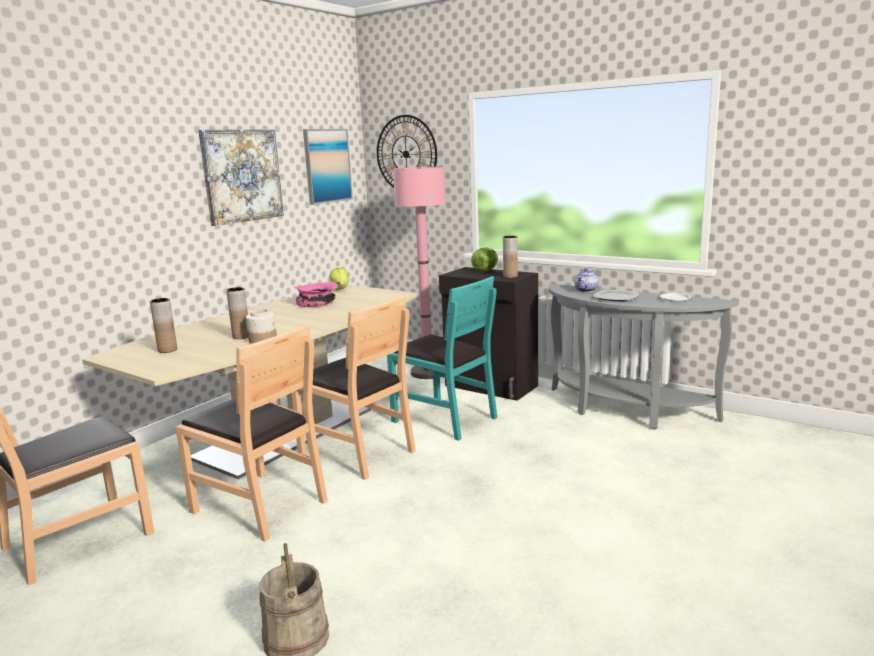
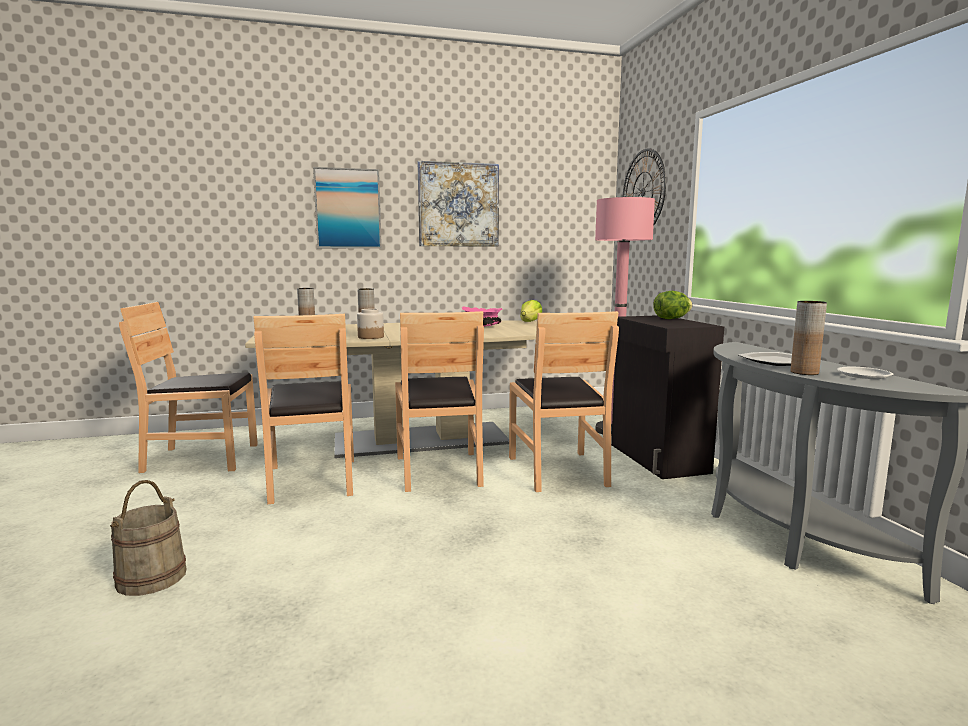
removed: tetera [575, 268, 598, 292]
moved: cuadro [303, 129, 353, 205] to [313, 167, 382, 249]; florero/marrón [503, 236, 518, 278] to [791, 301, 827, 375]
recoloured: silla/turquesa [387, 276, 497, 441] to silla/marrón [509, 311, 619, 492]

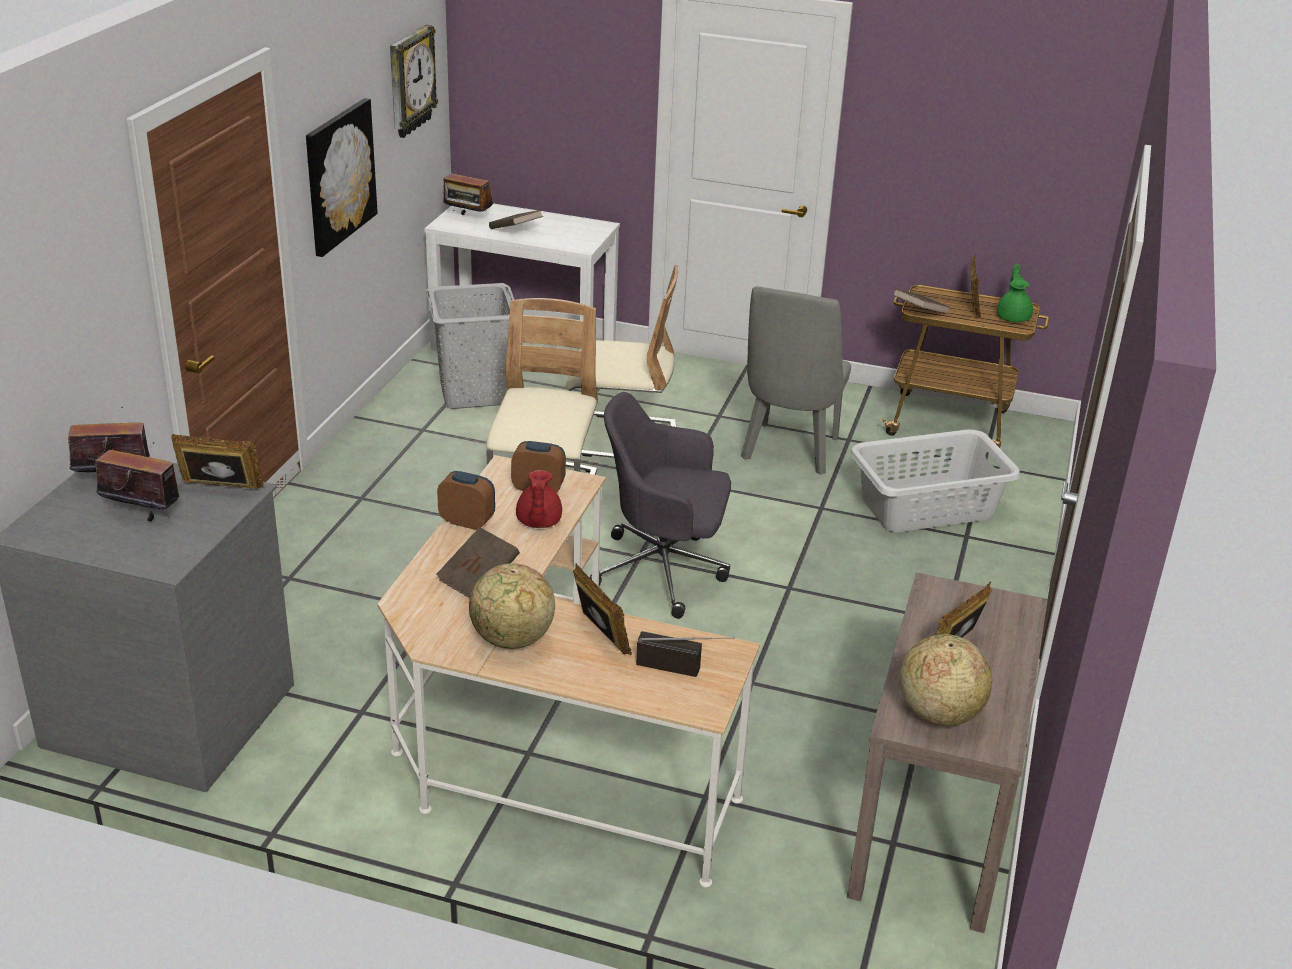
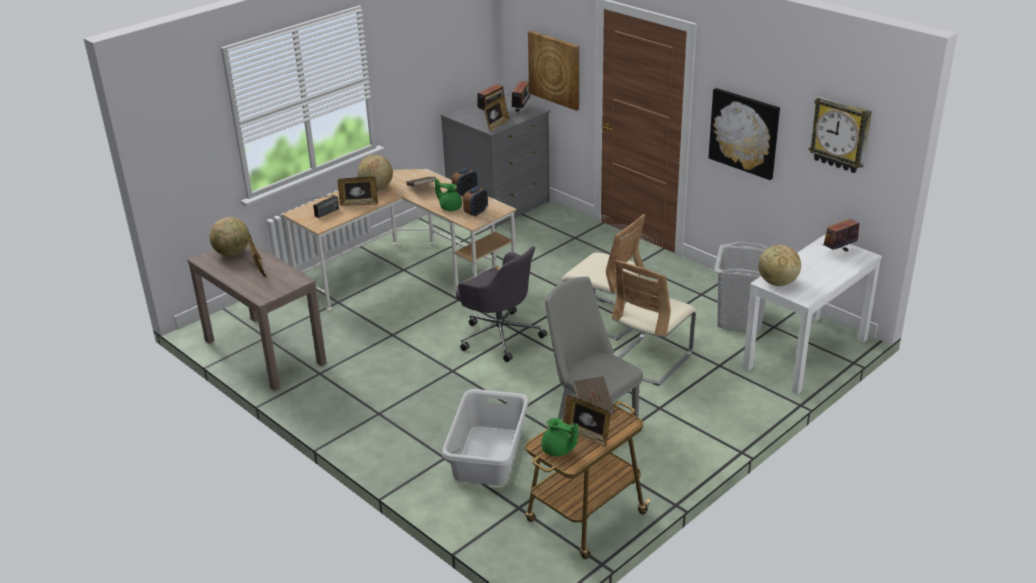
removed: libro/marrón [489, 210, 543, 229]
added: cuadro [528, 31, 579, 111]; globo terráqueo [758, 245, 801, 286]
recoloured: tetera/rojo [516, 470, 562, 528] to tetera/verde [435, 178, 462, 211]
turned: silla de oficina/gris [590, 392, 731, 619] = [456, 246, 547, 362] 90 degrees clockwise

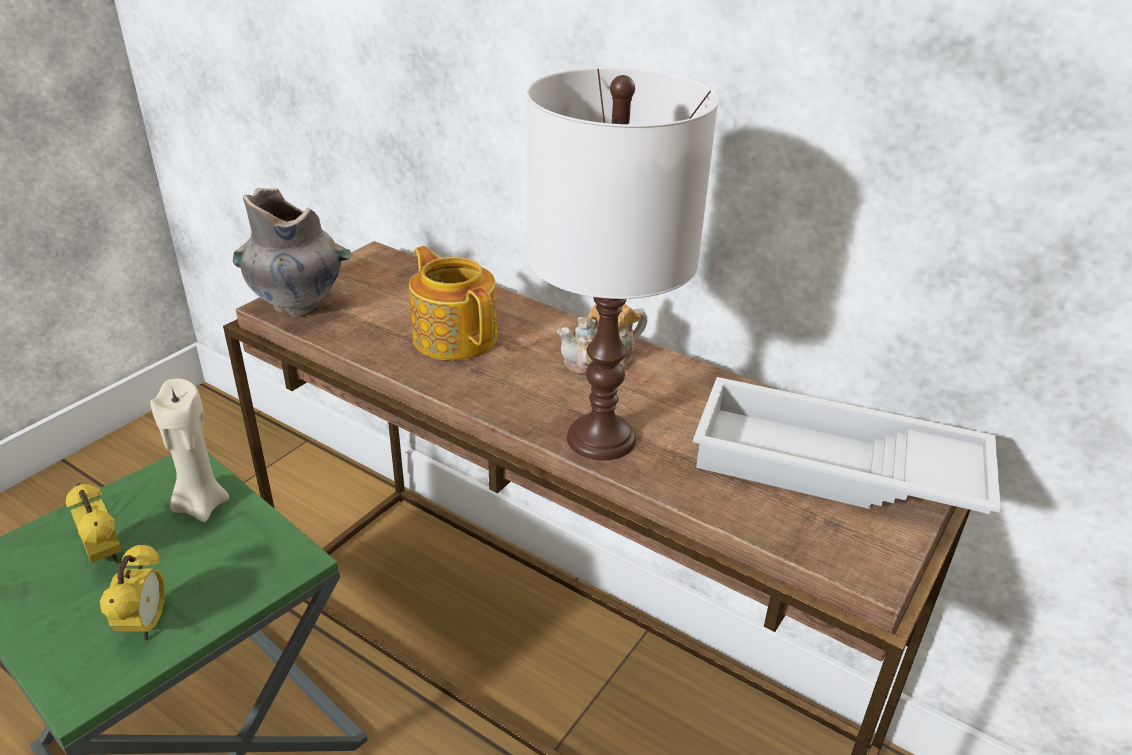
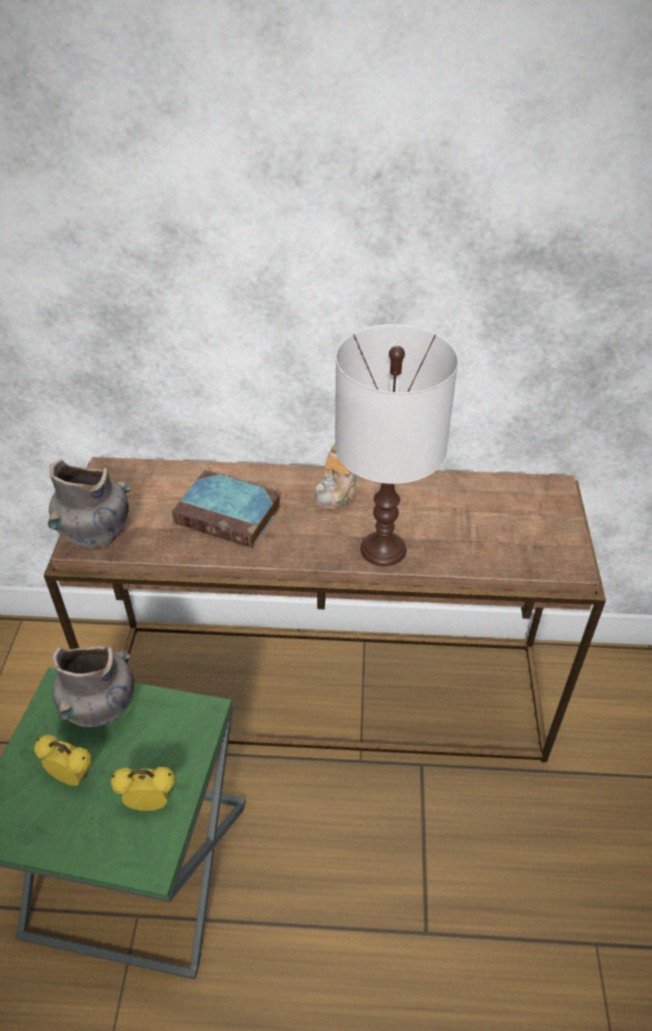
removed: bandeja/blanco [693, 377, 1001, 514]
replaced: tetera [409, 246, 497, 361] to libro [172, 470, 281, 548]; vela/beis [150, 378, 229, 522] to florero/gris [52, 646, 134, 727]
turned: despertador [100, 543, 165, 640] = [111, 767, 175, 811] 60 degrees counterclockwise

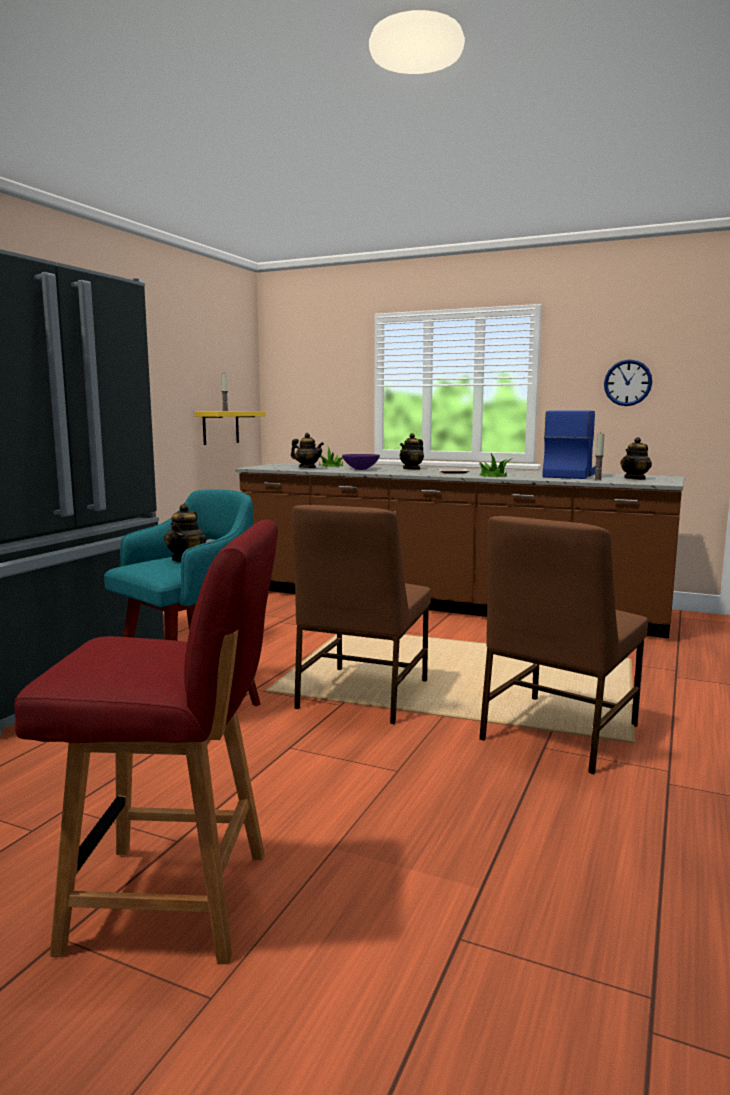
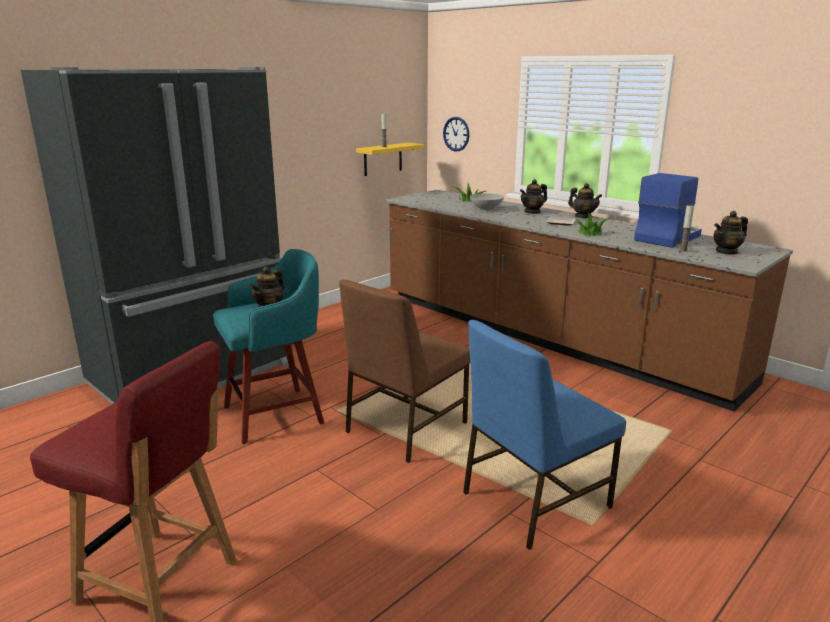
moved: reloj de pared [604, 359, 652, 406] to [443, 117, 469, 152]; tetera [291, 433, 324, 468] to [568, 183, 602, 218]
recoloured: cuenco/morado [342, 454, 380, 470] to cuenco/gris [470, 193, 504, 210]; silla/marrón [479, 516, 648, 774] to silla/azul [463, 320, 626, 550]

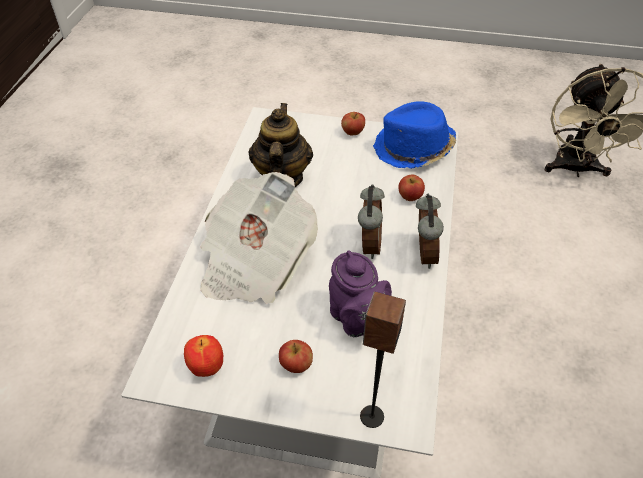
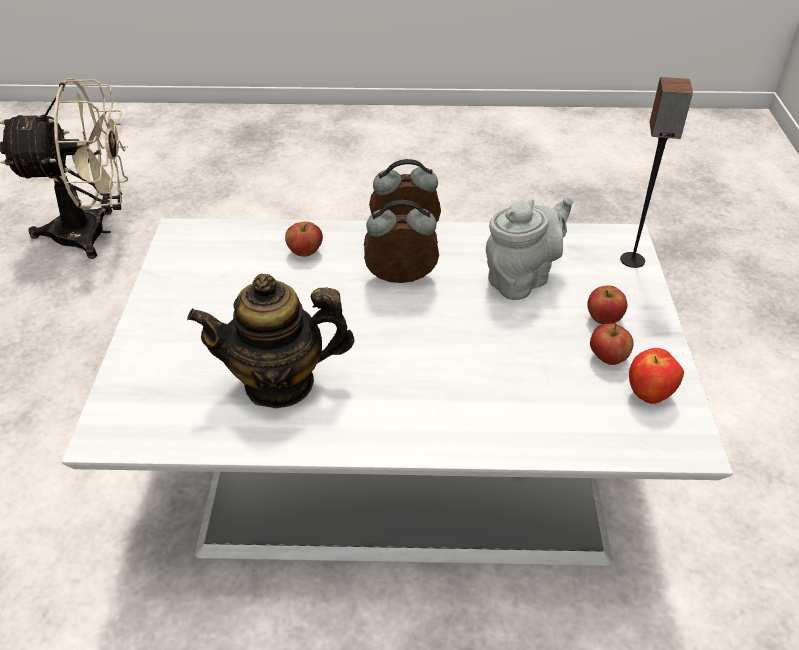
removed: sombrero/azul [373, 101, 456, 169]; periódico [200, 172, 318, 304]
moved: manzana [341, 112, 365, 135] to [590, 323, 634, 365]
recoloured: tetera/morado [329, 250, 392, 337] to tetera/gris [486, 196, 574, 300]

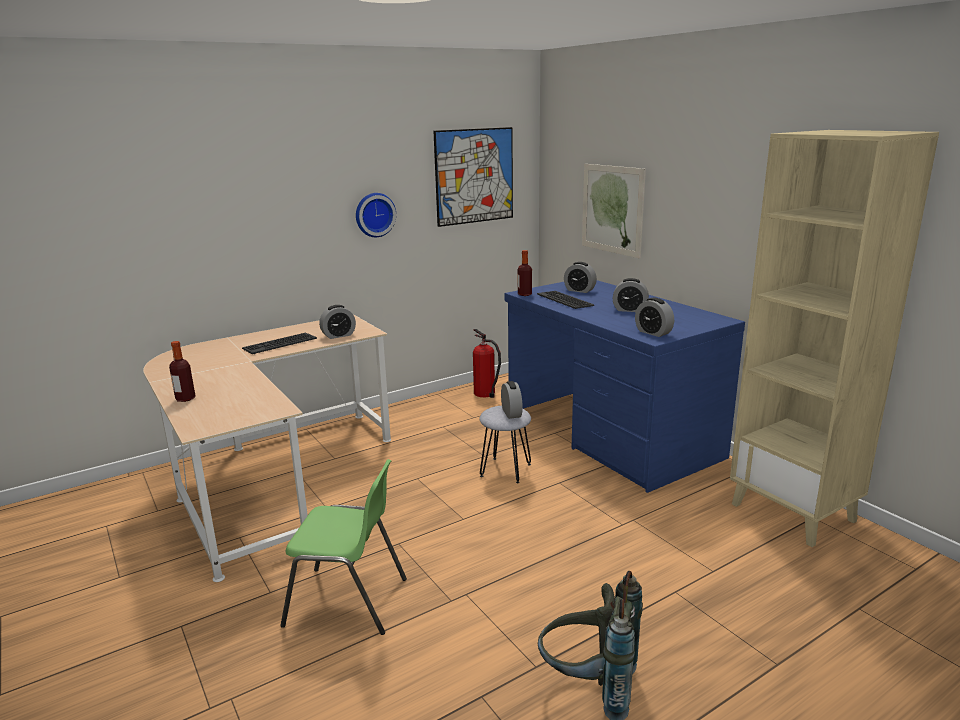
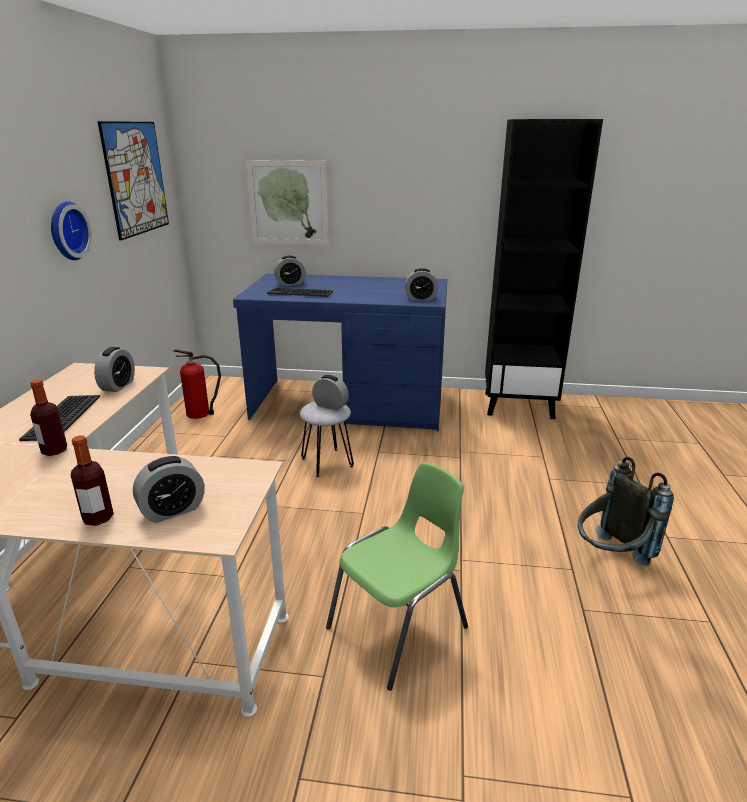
moved: botella [518, 250, 532, 296] to [30, 379, 67, 456]; despertador [613, 278, 649, 312] to [133, 456, 205, 523]
recoloured: estantería/beis [730, 130, 939, 547] to estantería/negro [485, 119, 603, 419]

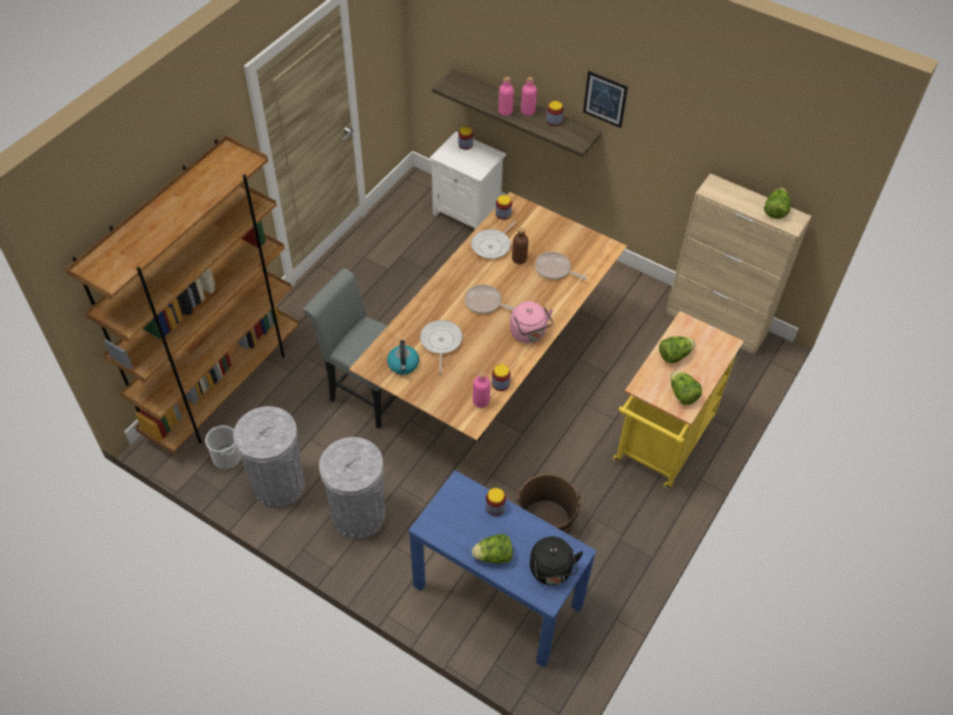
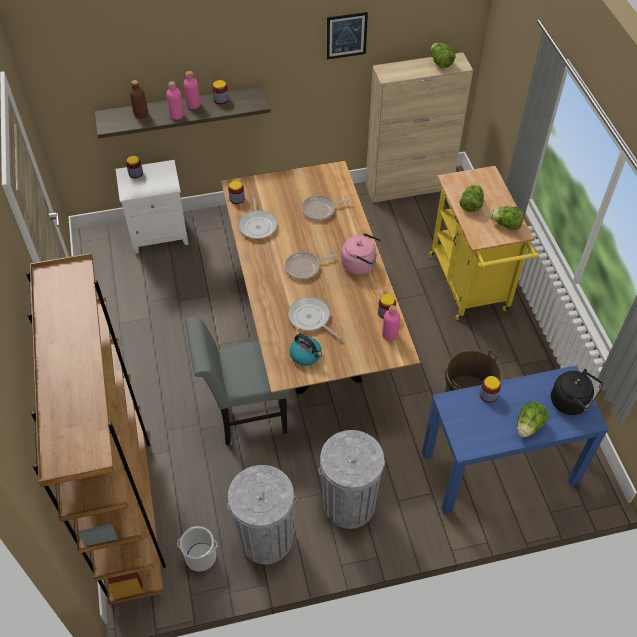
moved: cuadro [583, 71, 628, 128] to [327, 12, 368, 59]; botella/marrón [512, 228, 529, 264] to [130, 80, 148, 119]

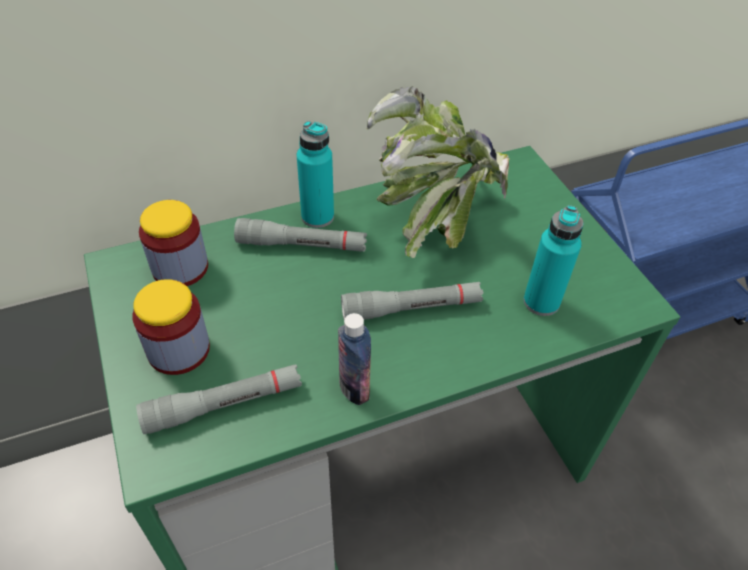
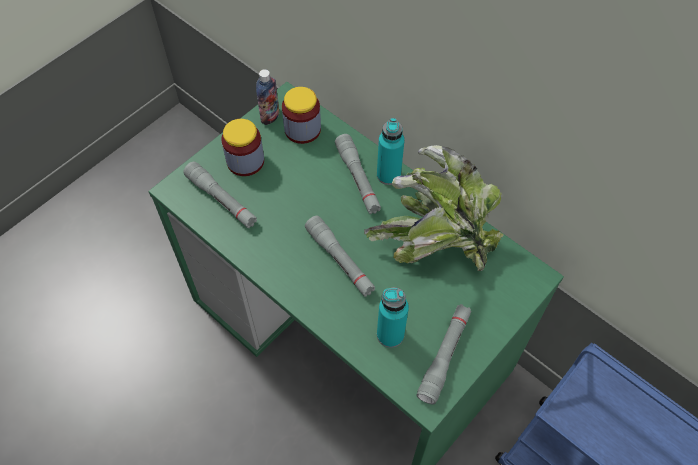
added: linterna/gris [416, 304, 471, 404]
moved: botella [338, 313, 371, 405] to [256, 69, 280, 125]

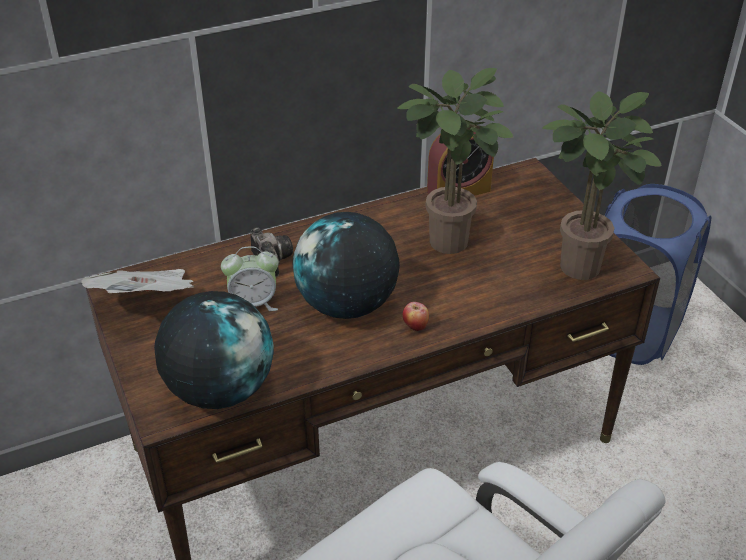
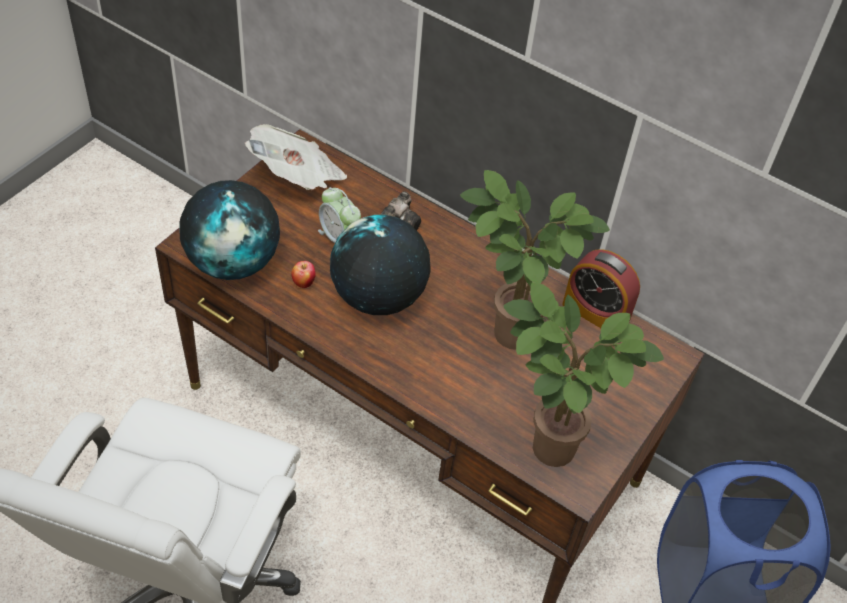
moved: manzana [403, 302, 429, 331] to [291, 261, 316, 288]

